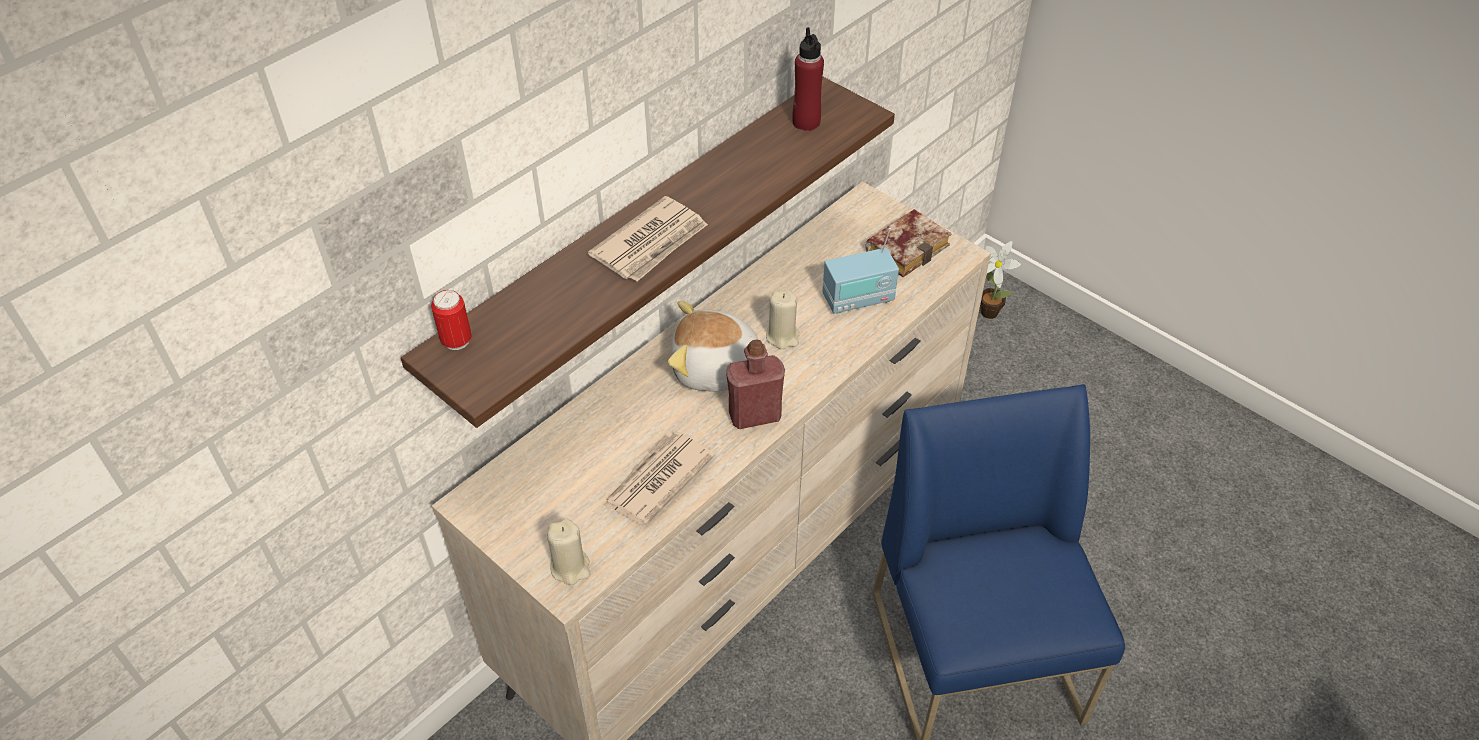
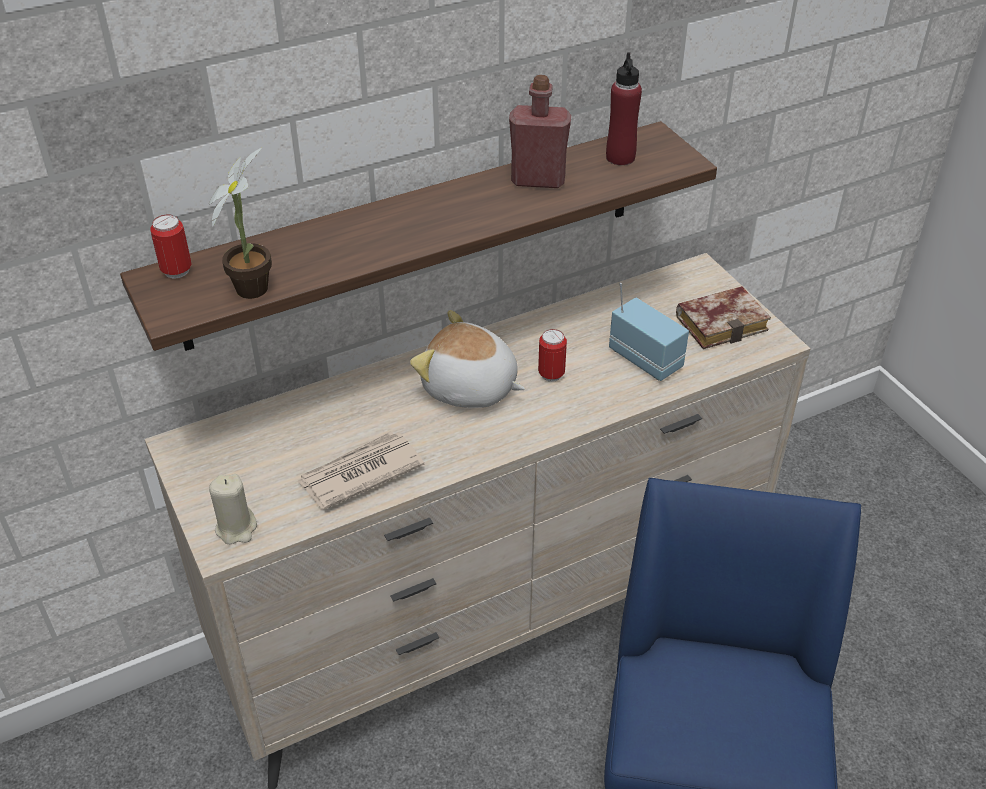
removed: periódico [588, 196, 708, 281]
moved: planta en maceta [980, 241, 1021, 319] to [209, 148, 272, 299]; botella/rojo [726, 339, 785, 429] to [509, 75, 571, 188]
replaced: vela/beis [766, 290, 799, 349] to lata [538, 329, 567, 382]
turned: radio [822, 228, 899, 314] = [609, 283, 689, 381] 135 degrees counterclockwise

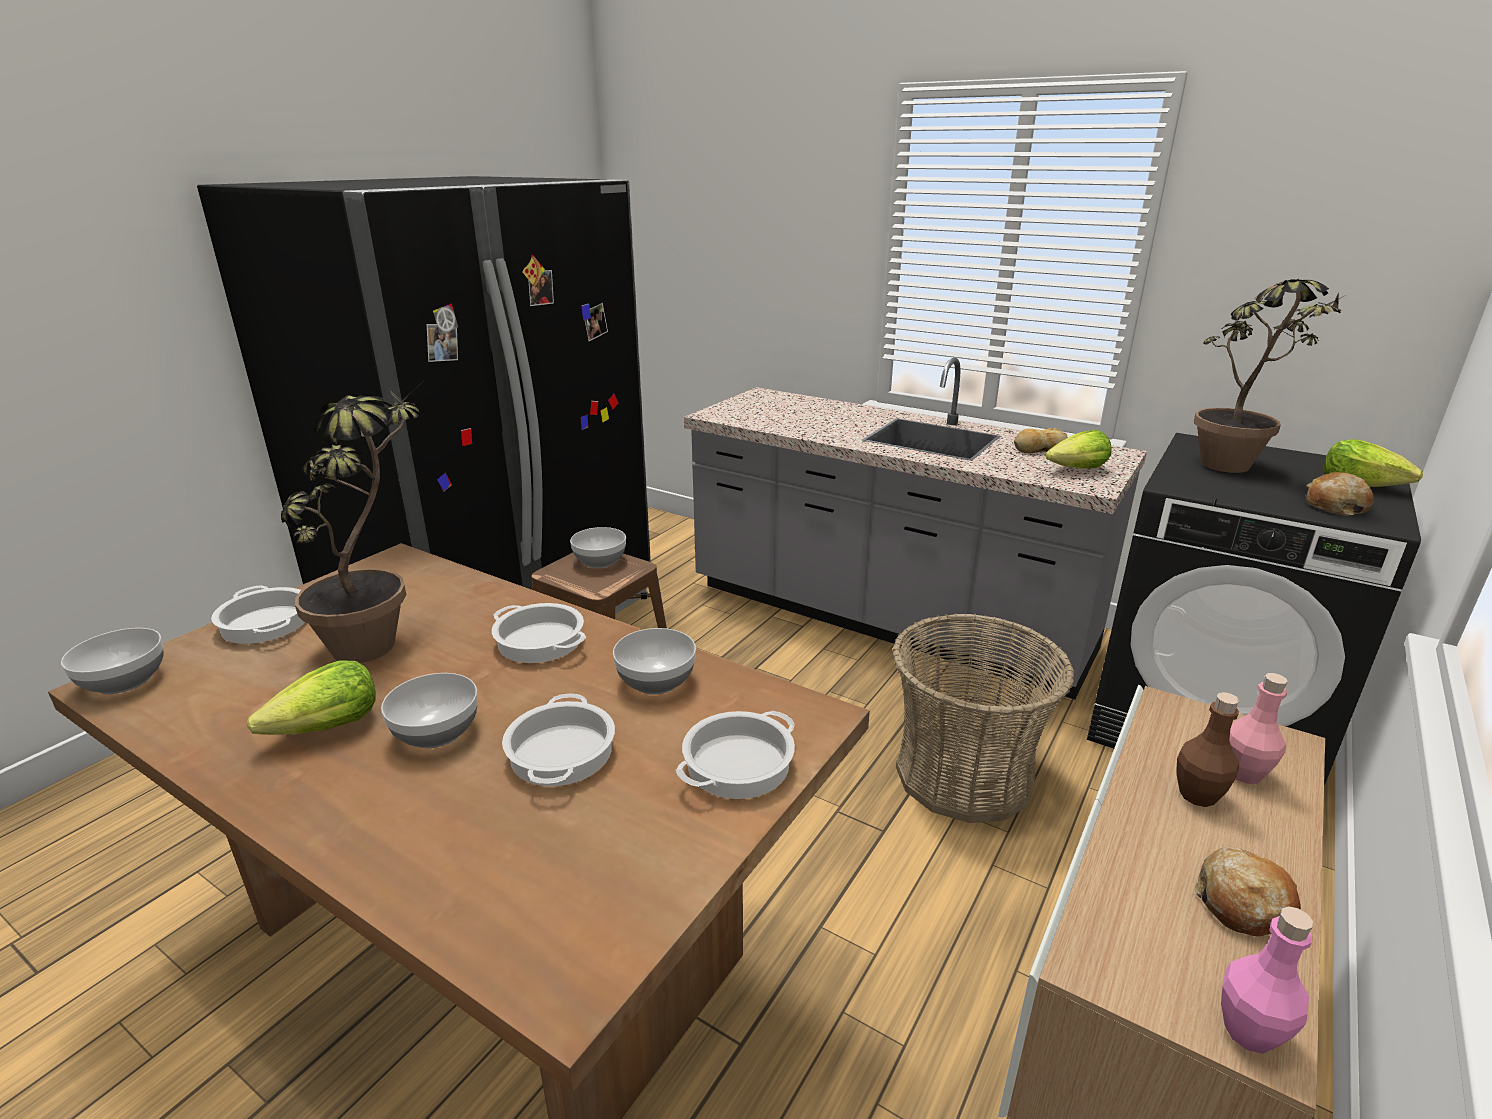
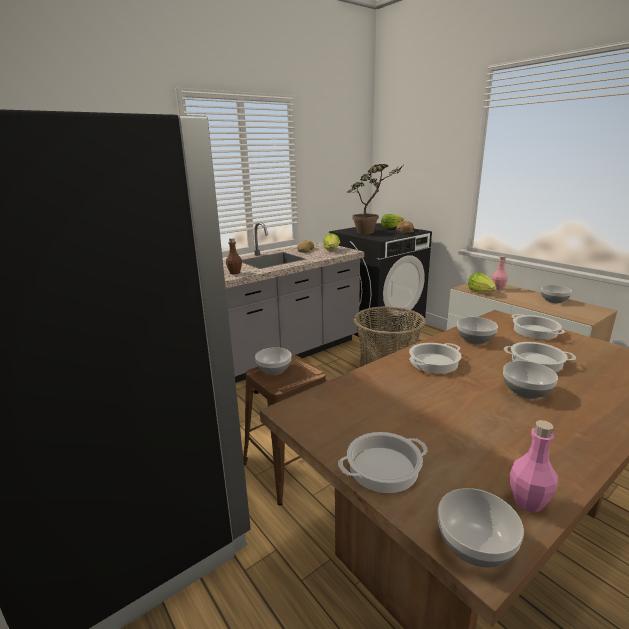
removed: planta en maceta [281, 385, 422, 663]
moved: lechuga [247, 660, 376, 735] to [468, 273, 497, 292]; botella/marrón [1176, 692, 1239, 807] to [226, 238, 242, 274]; botella/rosa [1221, 906, 1313, 1054] to [510, 420, 558, 513]
replaced: pan [1195, 847, 1301, 937] to cuenco [541, 285, 572, 303]

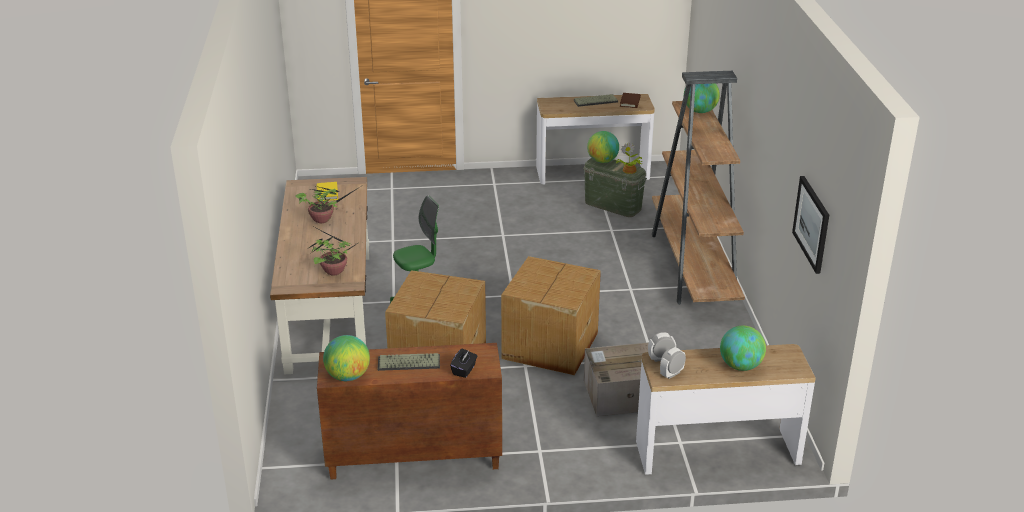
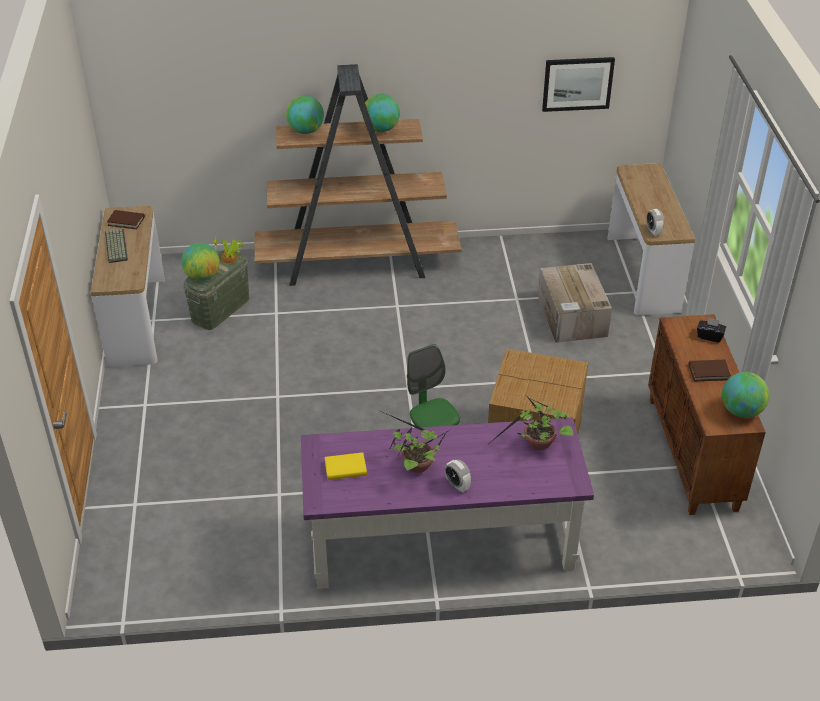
removed: caja de cartón [501, 256, 601, 375]
moved: globo terráqueo [720, 325, 766, 371] to [362, 94, 400, 132]; despertador [660, 347, 686, 379] to [445, 459, 471, 493]
replaced: teclado [378, 353, 440, 371] to libro/marrón [689, 360, 731, 381]
recoloured: escritorio/marrón [270, 177, 369, 374] to escritorio/morado [301, 417, 594, 589]

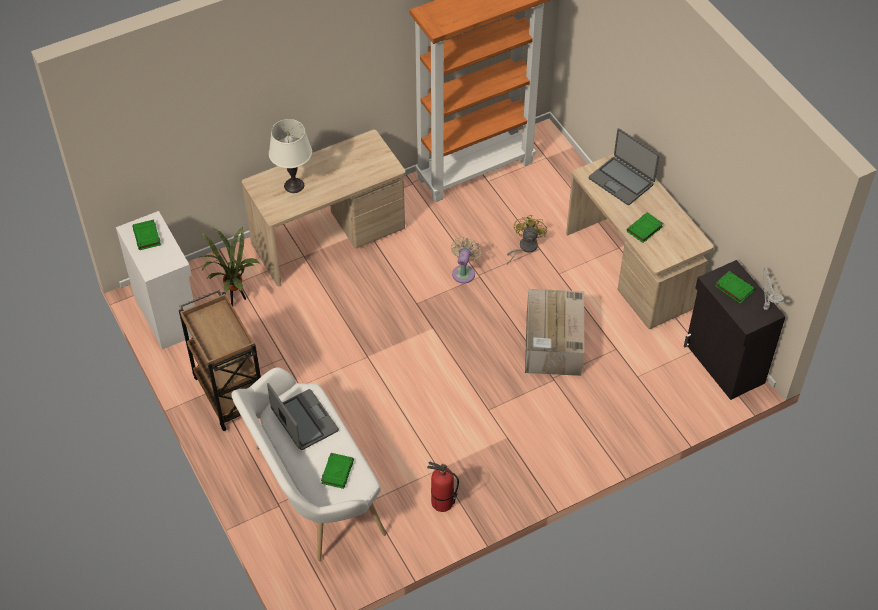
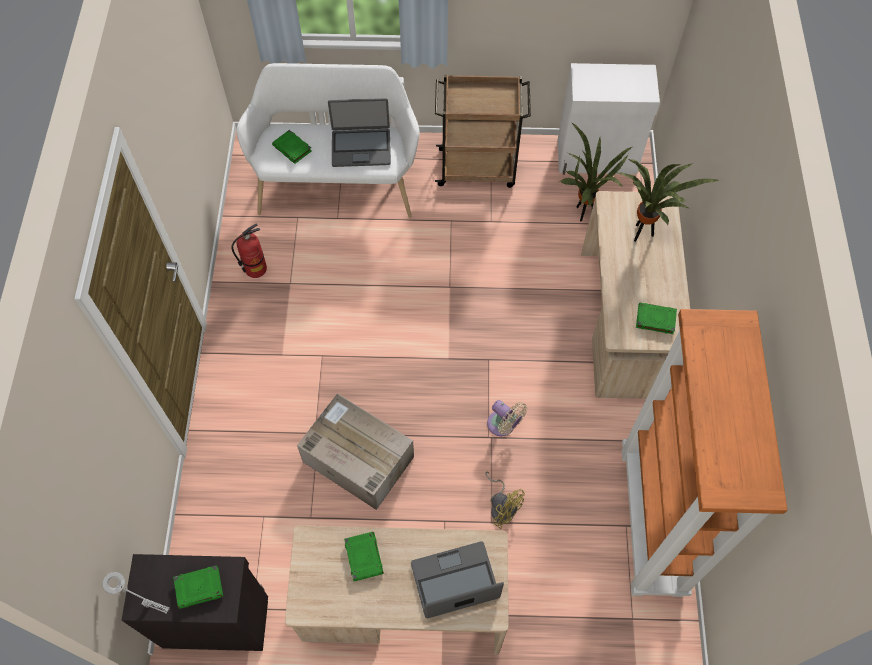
moved: libro/verde [132, 220, 161, 250] to [636, 302, 677, 334]
replaced: lámpara de mesa/blanco [269, 119, 312, 193] to planta en maceta [616, 159, 720, 242]

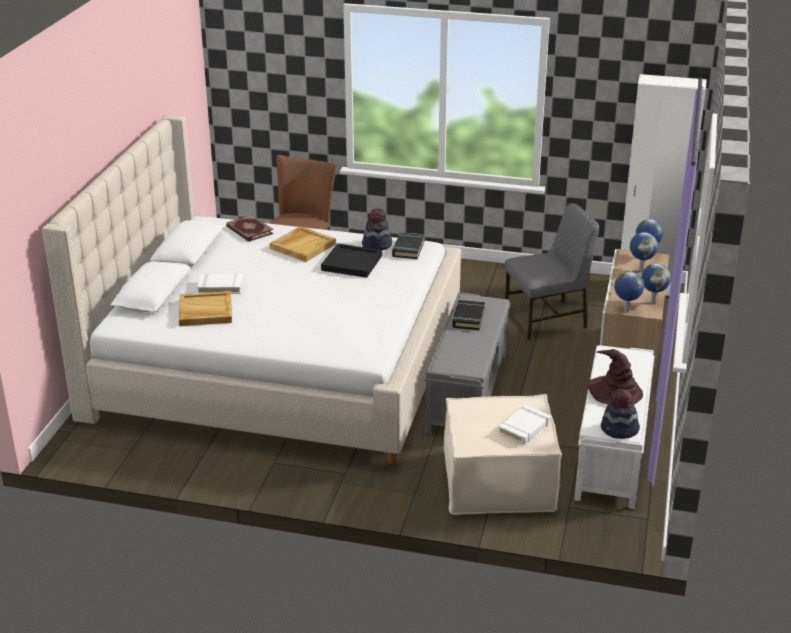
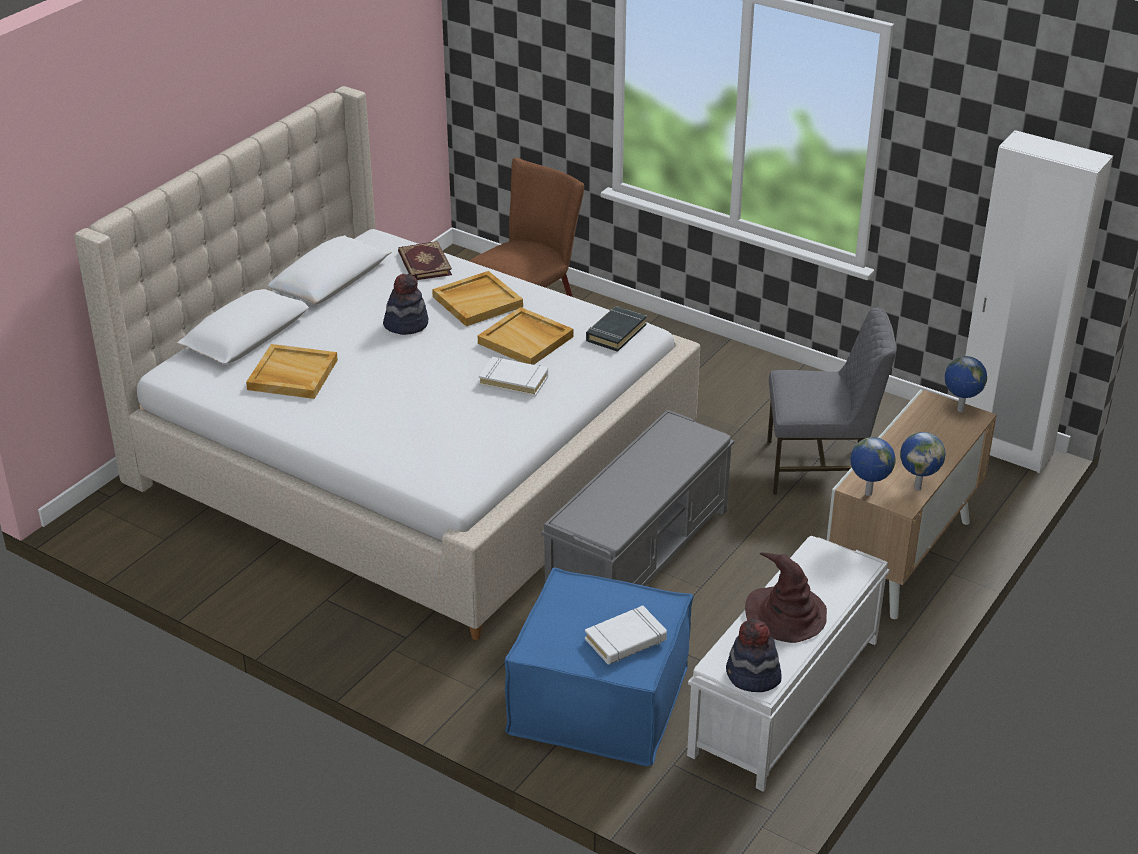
removed: globo terráqueo [630, 232, 658, 271]; libro/negro [452, 300, 485, 330]
moved: sombrero [362, 208, 392, 250] to [383, 274, 428, 335]; libro/blanco [197, 274, 243, 294] to [479, 357, 548, 397]
recoloured: bandeja/negro [321, 243, 382, 278] to bandeja/beis [478, 307, 573, 365]; puf/beis [444, 394, 562, 515] to puf/azul [505, 567, 694, 766]

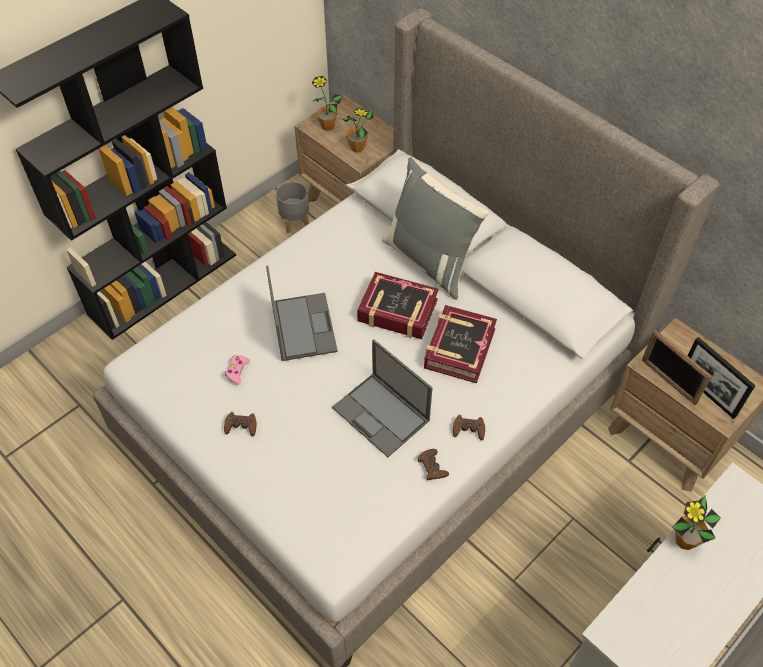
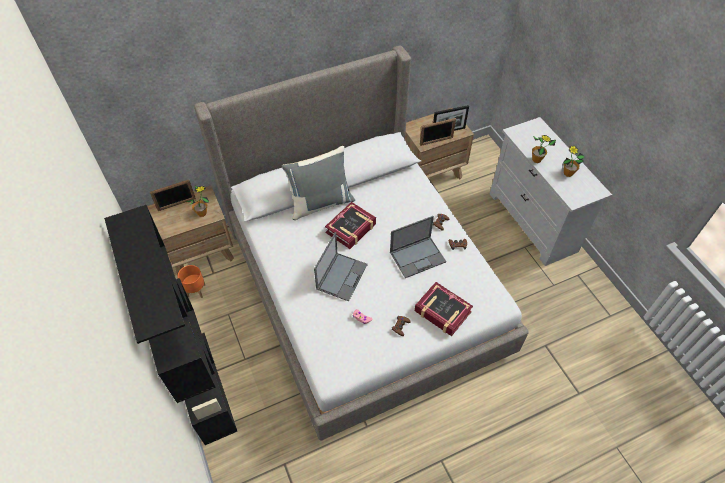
added: portarretratos [150, 180, 196, 211]
moved: planta en maceta [311, 76, 343, 131] to [563, 145, 585, 177]; libro [424, 305, 497, 383] to [415, 282, 473, 336]
recoloured: maceta/gris [276, 181, 309, 233] to maceta/naranja [178, 265, 205, 298]
turned: portátil [266, 266, 338, 361] = [314, 232, 368, 301] 105 degrees clockwise

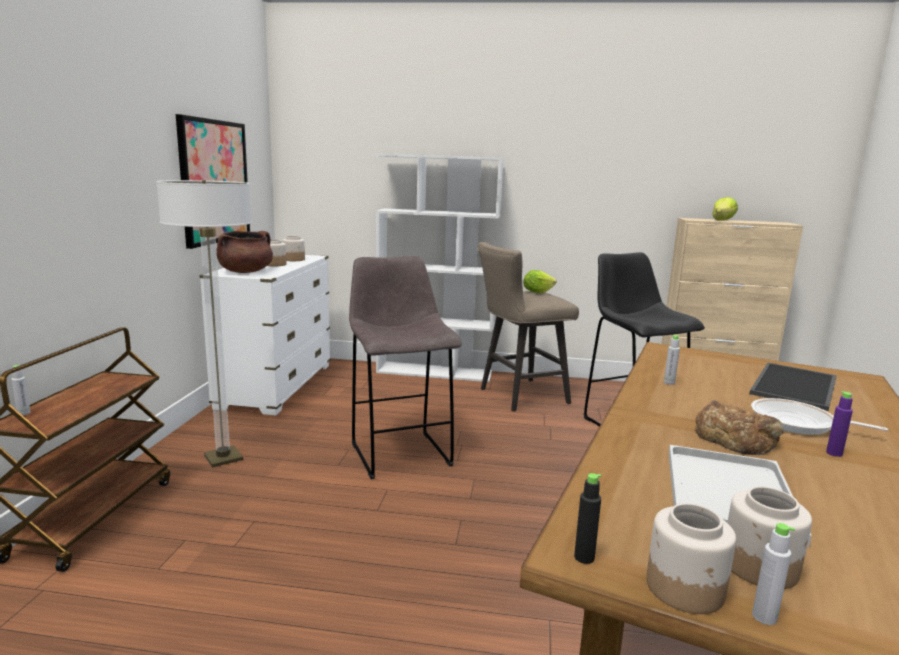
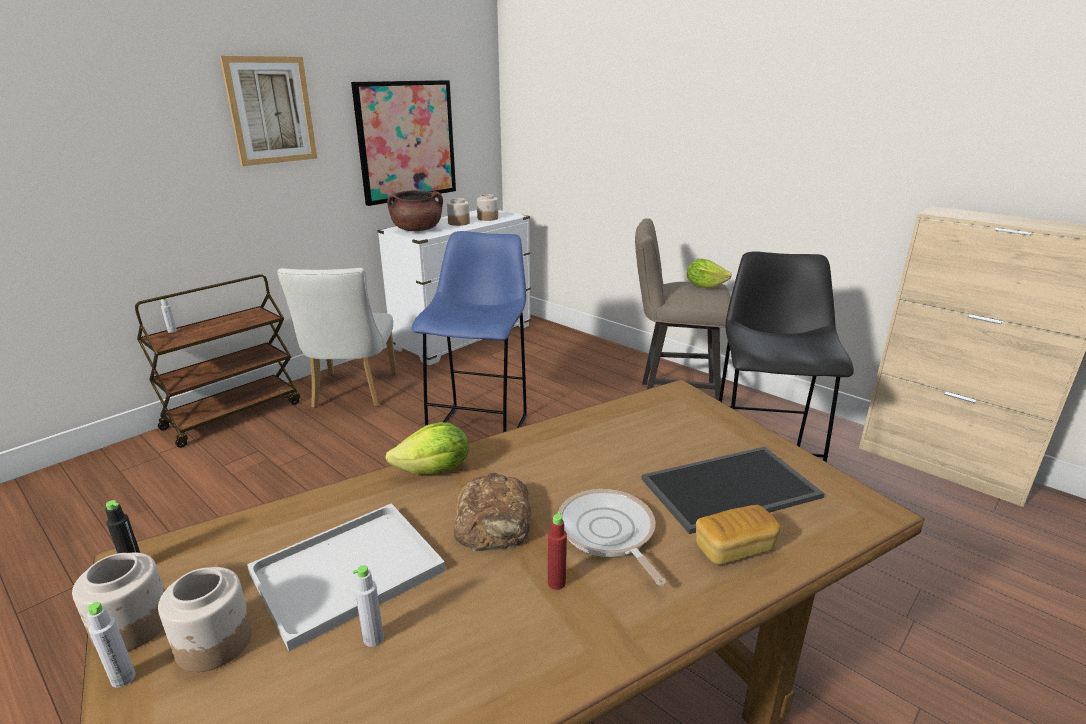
removed: estantería/blanco [376, 153, 504, 382]
added: cuadro [220, 56, 317, 166]; pan [696, 505, 780, 564]
moved: lechuga [712, 197, 738, 220] to [385, 422, 469, 474]; botella/gris [664, 335, 680, 385] to [353, 565, 384, 647]
replaced: lámpara de pie [156, 180, 252, 468] to silla/blanco [277, 268, 396, 408]
recoloured: taburete/gris [349, 256, 462, 479] to taburete/azul [412, 231, 527, 432]; botella/morado [826, 391, 853, 457] to botella/rojo [548, 512, 567, 590]

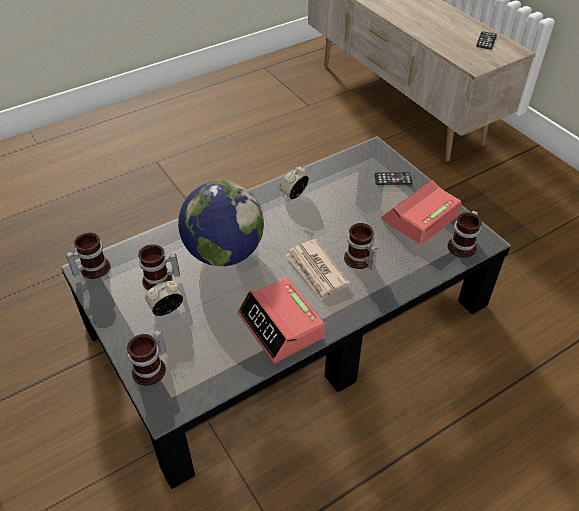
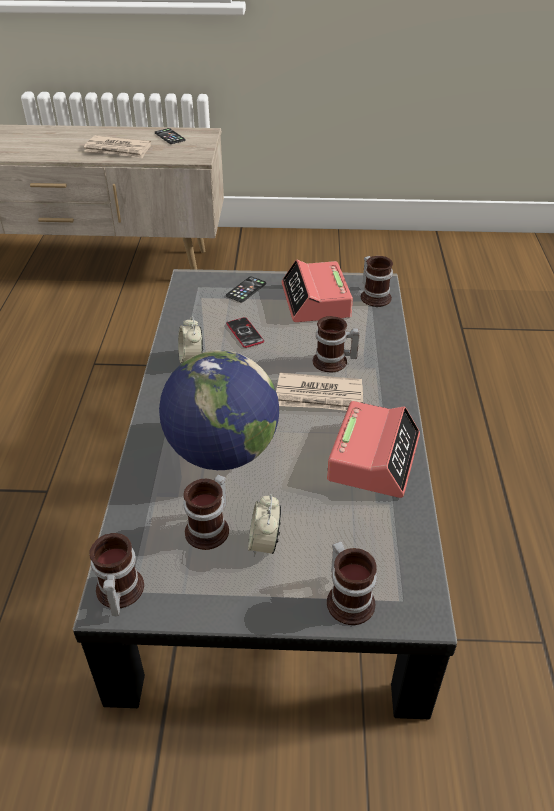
added: periódico [84, 135, 151, 159]; móvil [226, 317, 264, 348]
turned: despertador [238, 278, 325, 363] = [327, 401, 420, 498] 75 degrees counterclockwise

